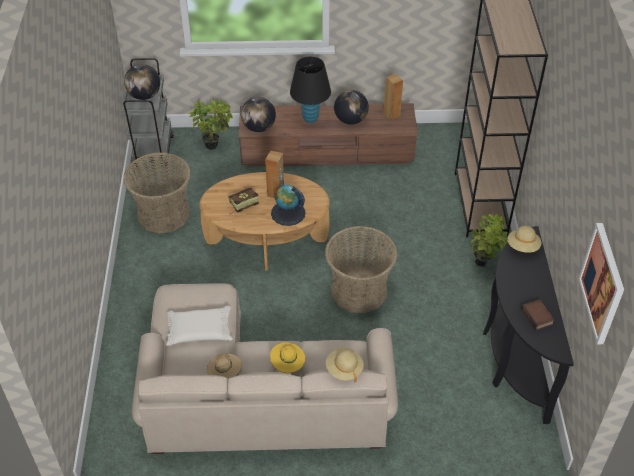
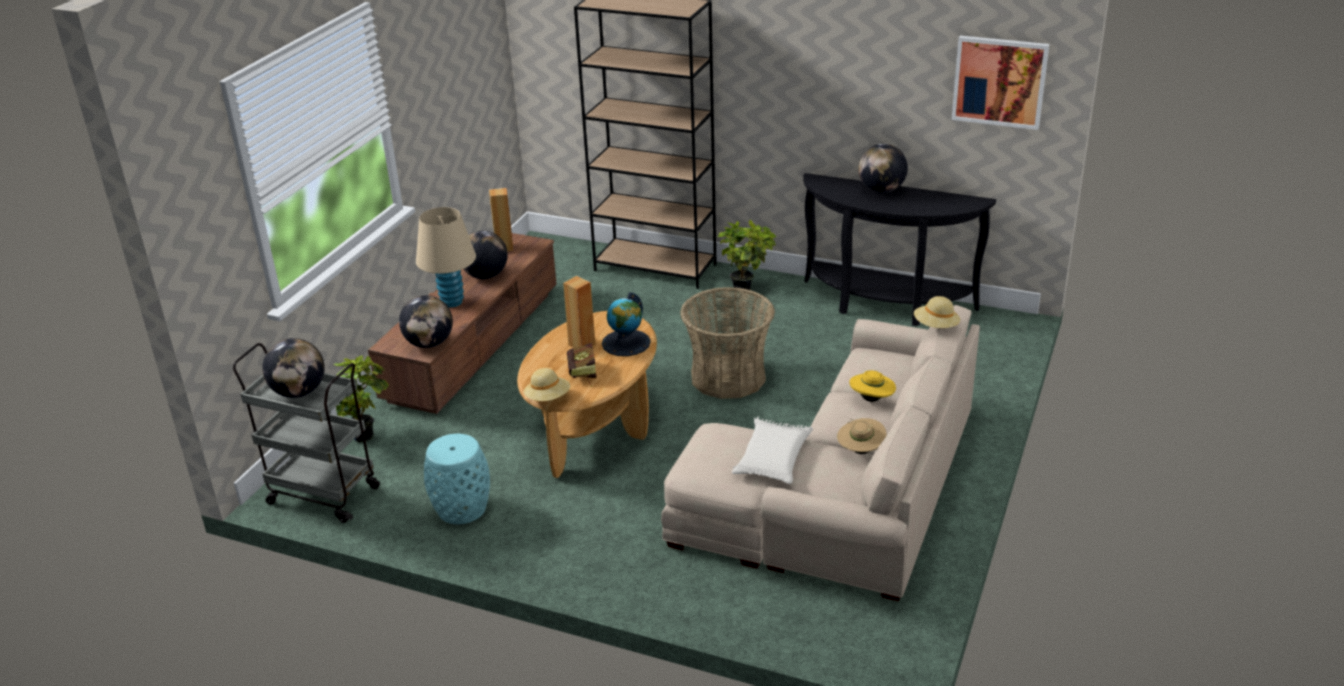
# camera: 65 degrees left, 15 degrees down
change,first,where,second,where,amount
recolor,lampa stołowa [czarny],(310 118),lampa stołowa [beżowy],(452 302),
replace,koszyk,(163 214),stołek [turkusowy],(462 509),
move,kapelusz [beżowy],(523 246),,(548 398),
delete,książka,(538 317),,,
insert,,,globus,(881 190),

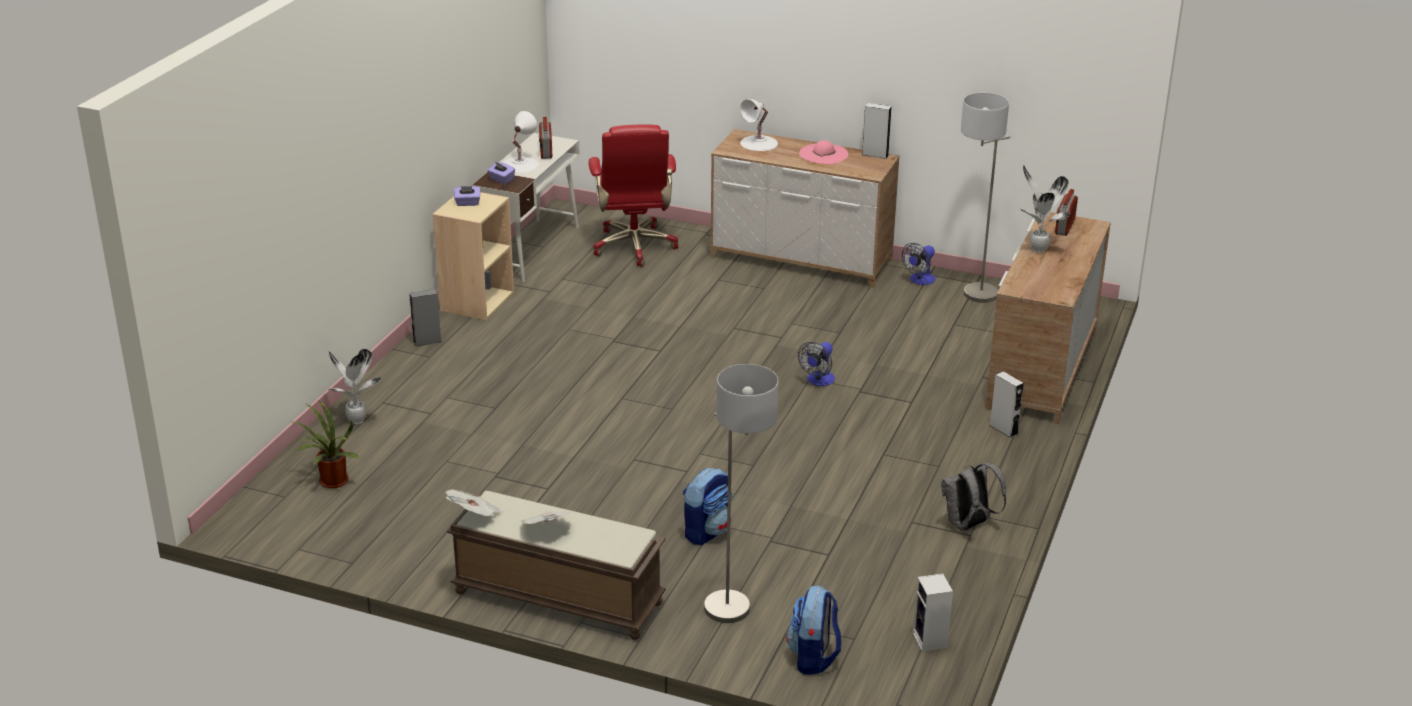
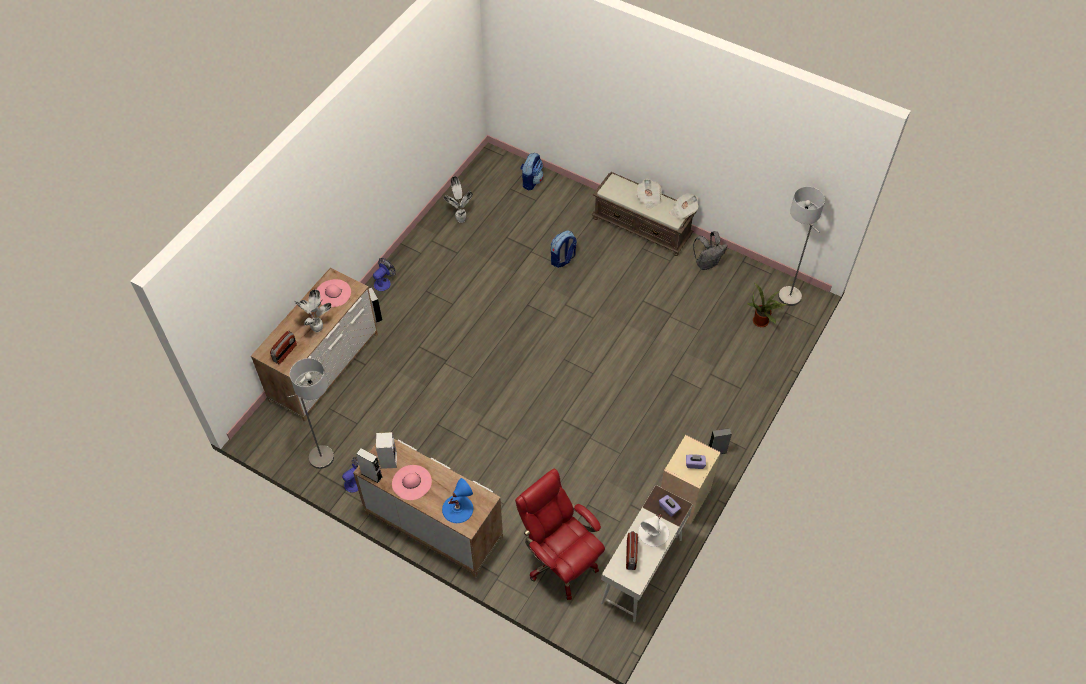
# camera: 170 degrees left, 25 degrees up
change,first,where,second,where,amount
recolor,lampa stołowa [biały],(759 143),lampa stołowa [niebieski],(457 508),
rotate,krzesło biurowe [czerwony],(633 248),,(560 561),45 degrees counterclockwise
move,wentylator,(818 381),,(384 282),
move,roślina doniczkowa,(357 421),,(461 219),
move,lampa stojąca [szary],(737 615),,(785 292),
move,plecak [szary],(968 525),,(707 263),
move,głośnik,(931 641),,(388 460),
insert,,,kapelusz [różowy],(333 293),

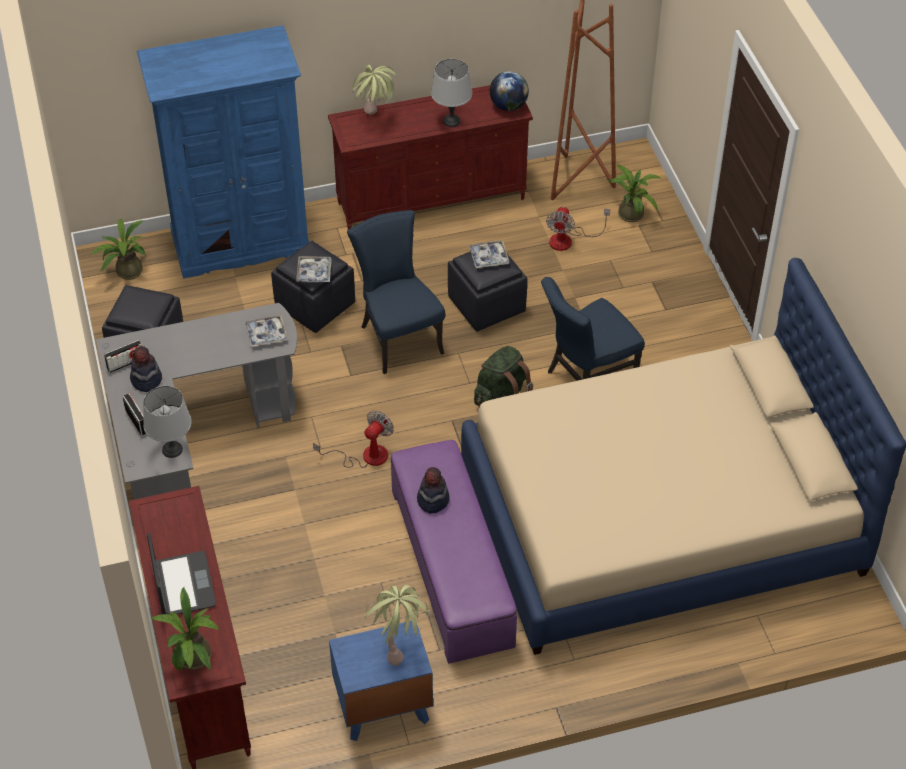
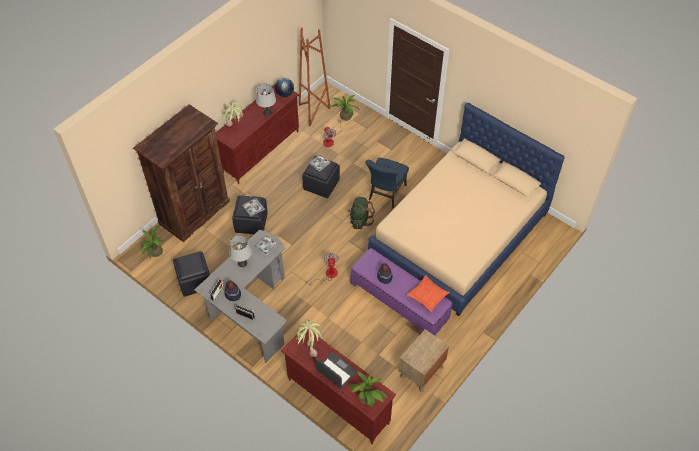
# camera: 35 degrees left, 5 degrees up
change,first,where,second,where,amount
recolor,szafa [niebieski],(240 242),szafa [brązowy],(194 212),
delete,krzesło [niebieski],(398 336),,,
move,lampa stołowa [szary],(172 449),,(242 263),
move,roślina doniczkowa,(398 644),,(309 346),
recolor,szafka nocna [niebieski],(382 706),szafka nocna [brązowy],(421 372),
insert,,,poduszka [pomarańczowy],(427 296),

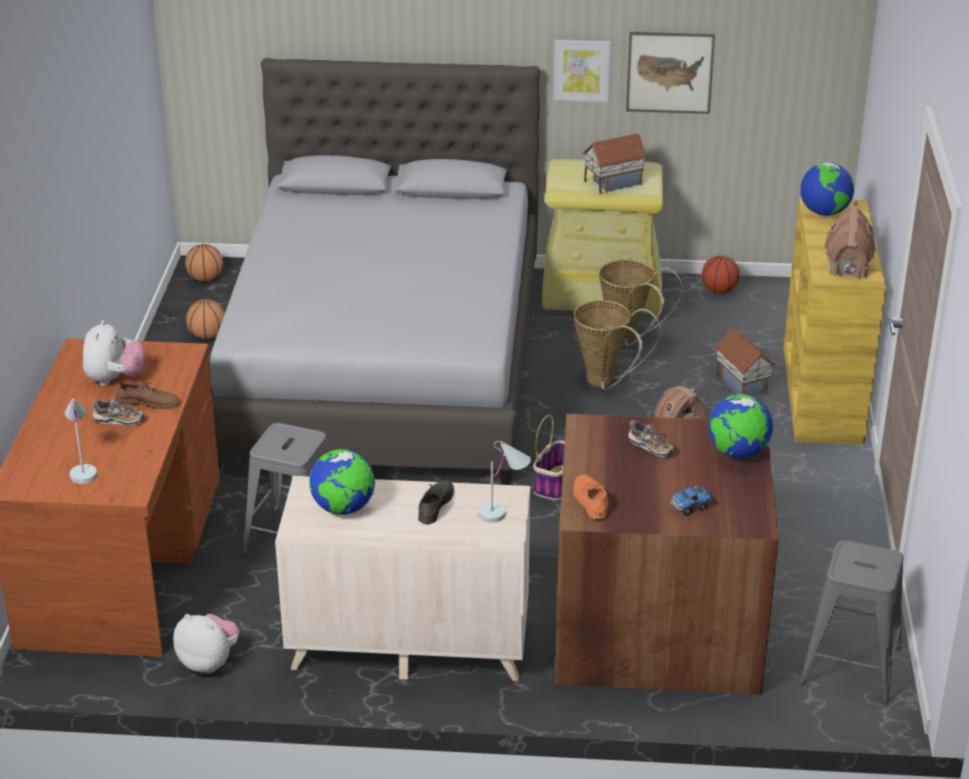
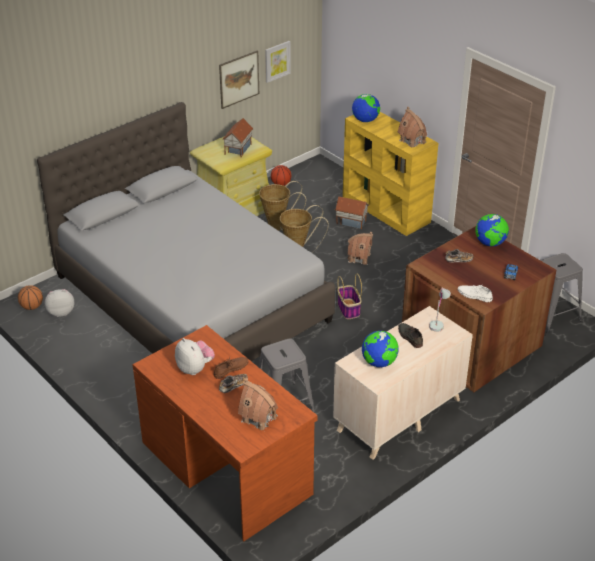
# camera: 45 degrees left, 5 degrees up
change,first,where,second,where,amount
move,obraz,(581 70),,(277 61),
delete,piłka do koszykówki,(207 336),,,
replace,lampa stołowa [biały],(83 468),domek,(259 418),
recolor,but [pomarańczowy],(589 500),but [biały],(474 295),
move,pluszak,(209 662),,(61 312),

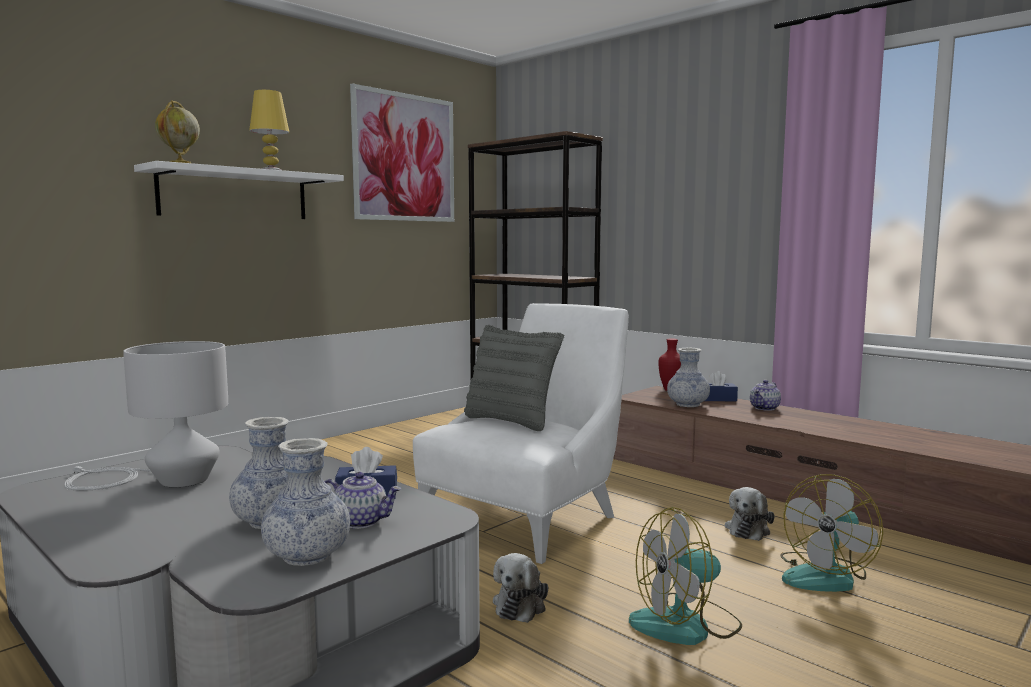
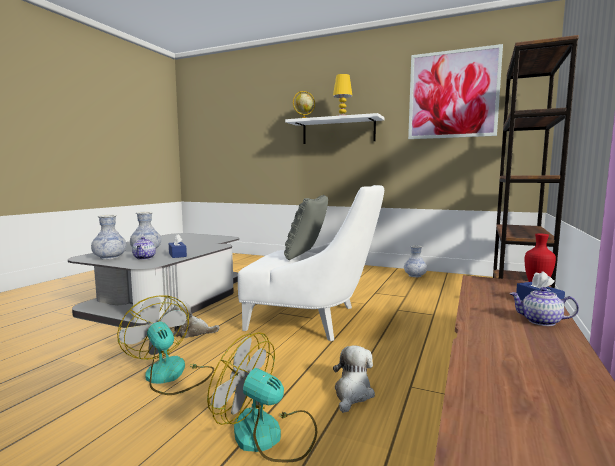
# camera: 70 degrees right, 0 degrees up
change,first,where,second,where,amount
delete,lampa stołowa [szary],(152 479),,,
move,wazon,(687 404),,(415 276),
rotate,pluszak,(748 529),,(352 394),105 degrees clockwise

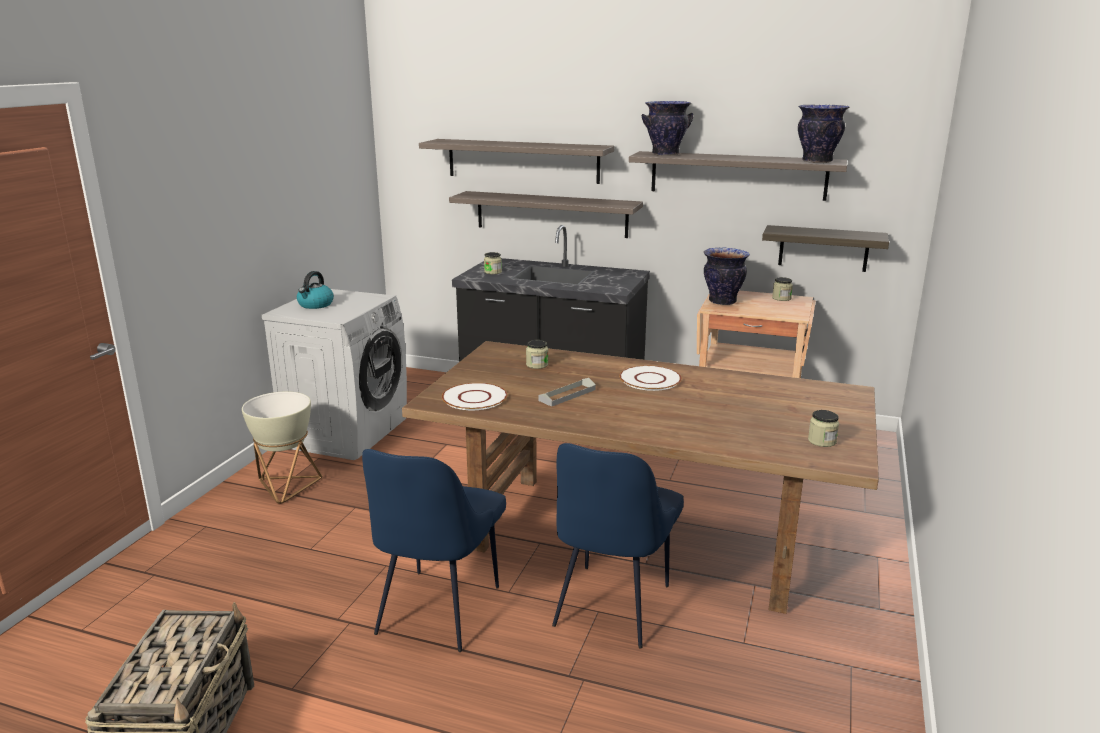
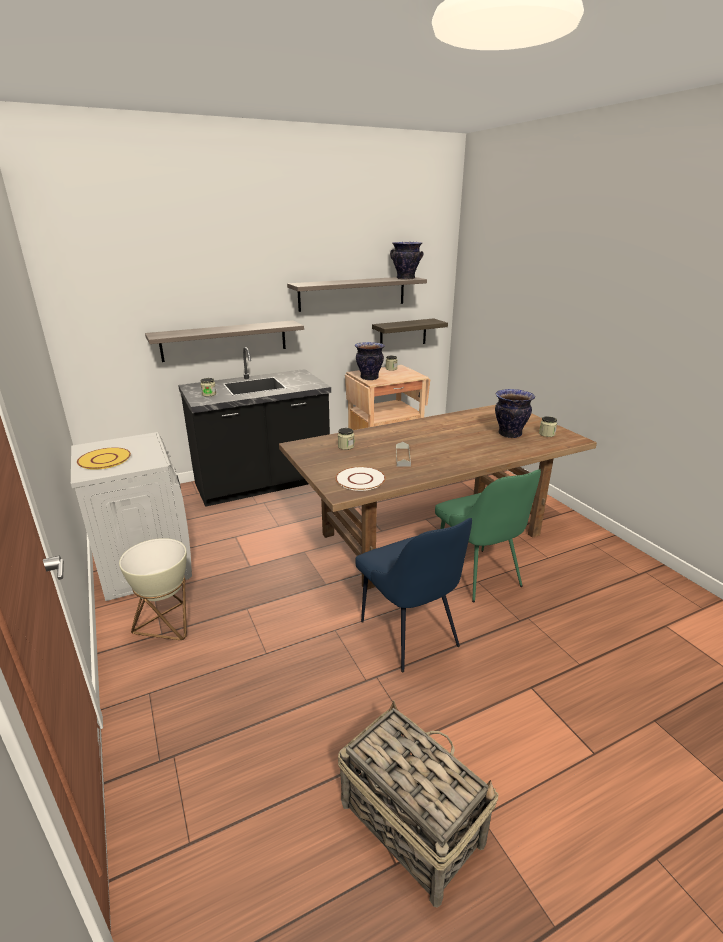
# camera: 45 degrees left, 5 degrees up
change,first,where,second,where,amount
move,wazon,(665 154),,(509 434),
delete,półka,(522 161),,,
replace,czajnik,(315 305),talerz [żółty],(105 459),
delete,talerz [biały],(649 379),,,
recolor,krzesło [niebieski],(612 606),krzesło [zielony],(479 575),

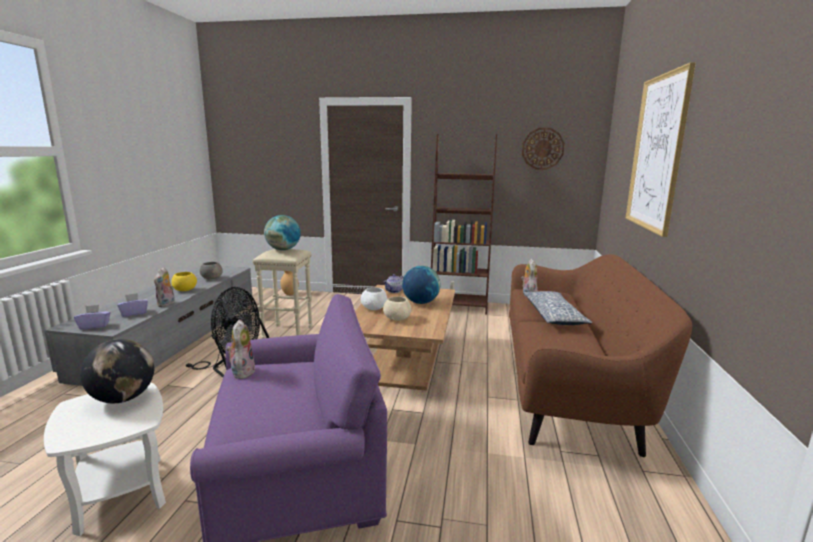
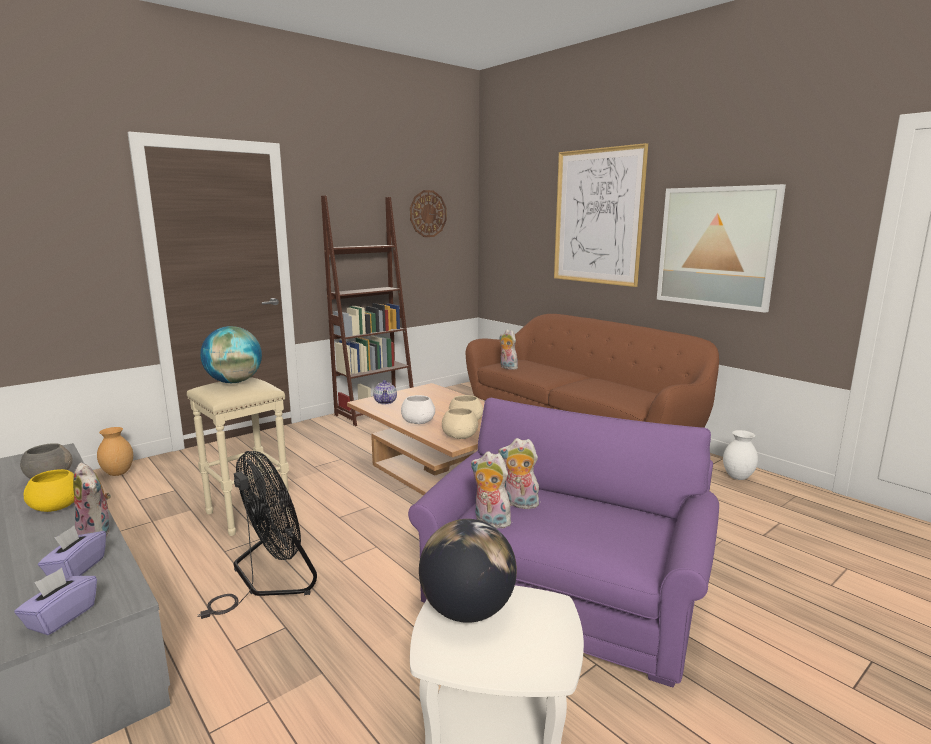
# camera: 50 degrees left, 0 degrees up
change,first,where,second,where,amount
delete,globus,(420 302),,,
delete,poduszka,(553 316),,,
insert,,,obraz,(716 247),
insert,,,miska [beżowy],(460 436),
insert,,,wazon [biały],(737 477),
insert,,,pluszak,(519 504),

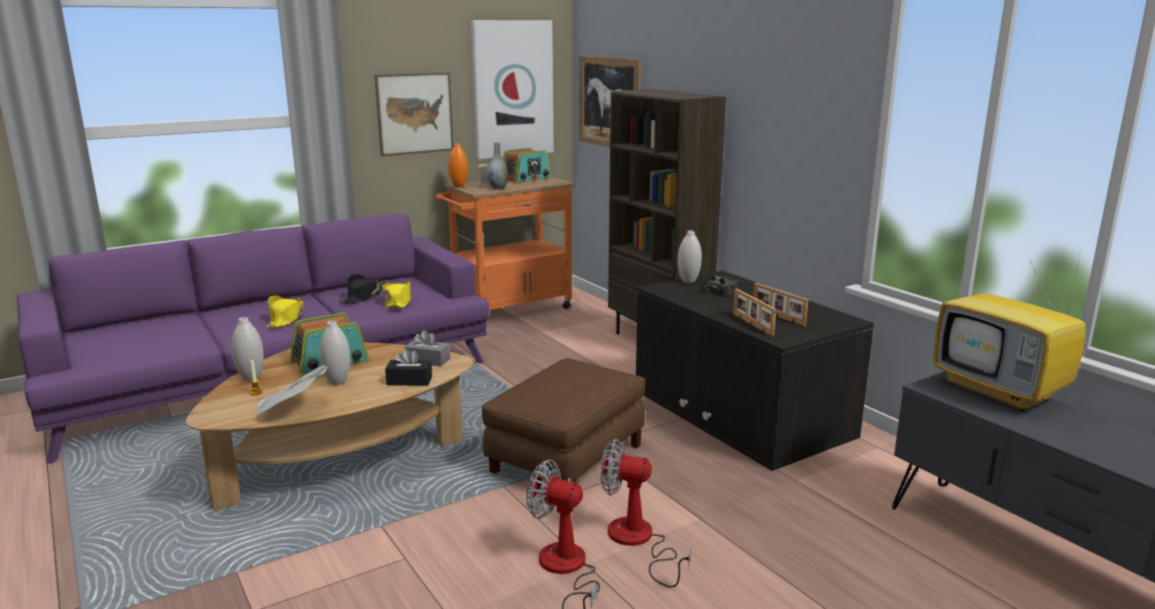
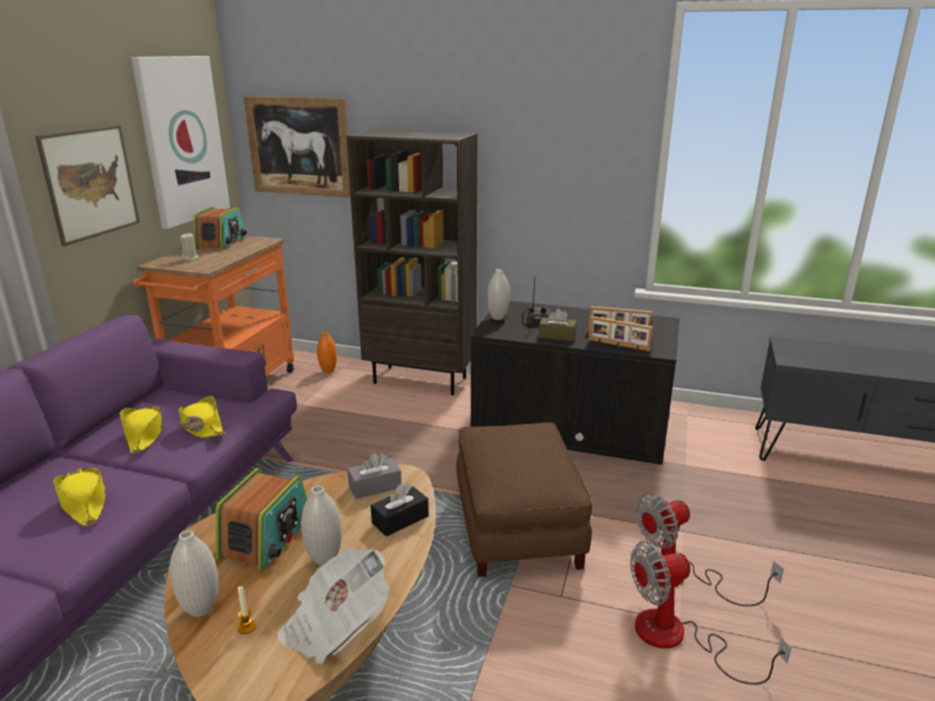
# camera: 40 degrees left, 5 degrees up
change,first,where,second,where,amount
delete,wazon [szary],(498 188),,,
move,wazon [pomarańczowy],(459 186),,(328 371),
delete,telewizor,(1001 392),,,
recolor,kapelusz [czarny],(363 297),kapelusz [żółty],(144 434),
insert,,,pudełko chusteczek [brązowy],(557 336),

